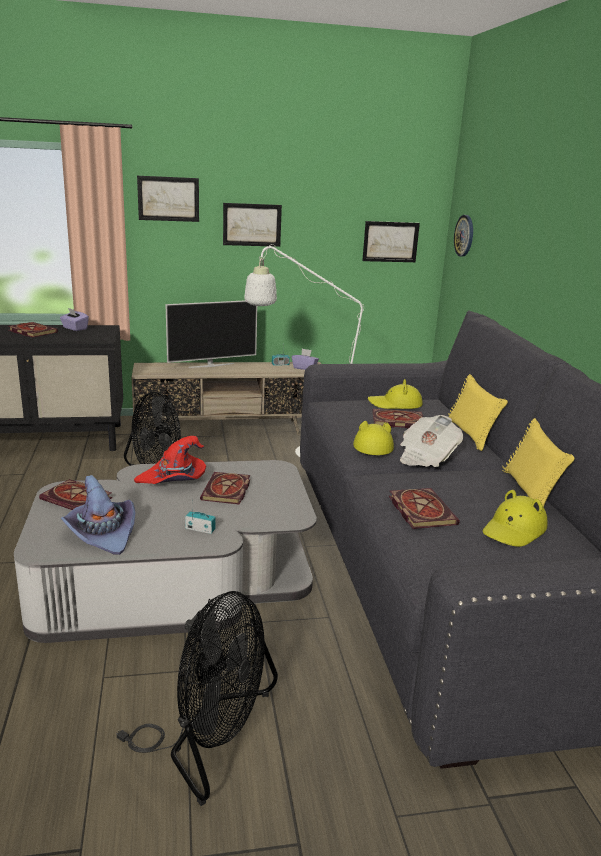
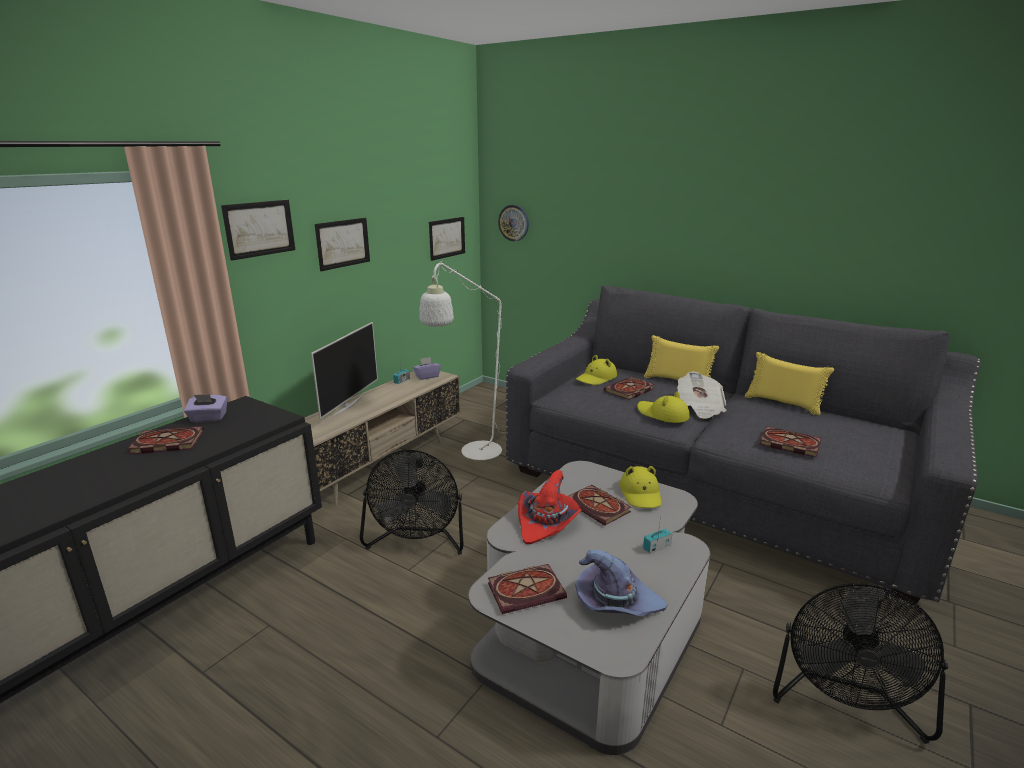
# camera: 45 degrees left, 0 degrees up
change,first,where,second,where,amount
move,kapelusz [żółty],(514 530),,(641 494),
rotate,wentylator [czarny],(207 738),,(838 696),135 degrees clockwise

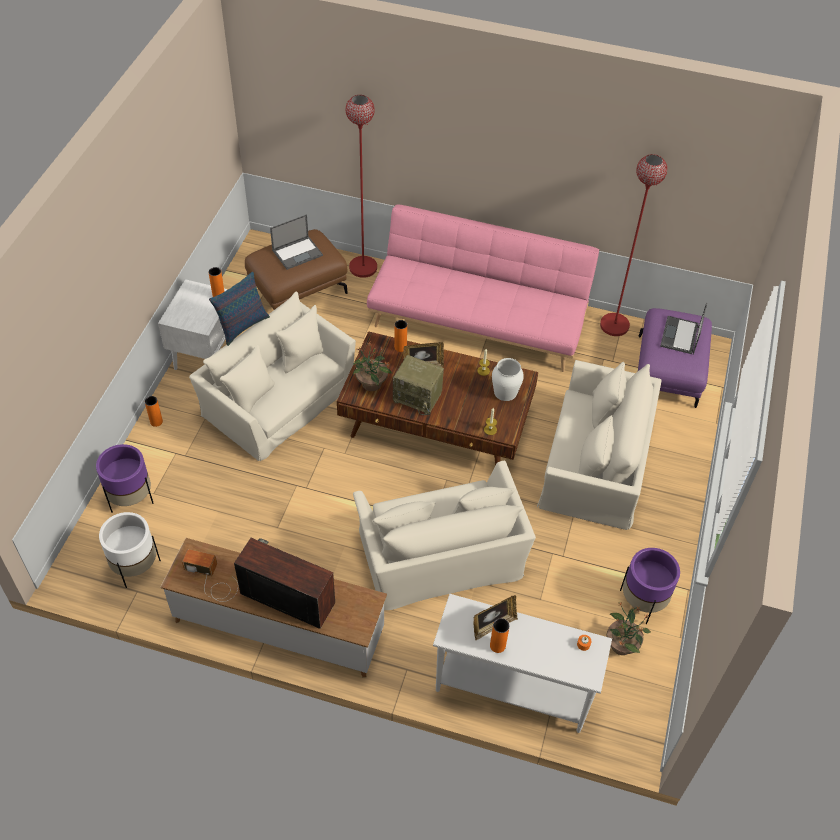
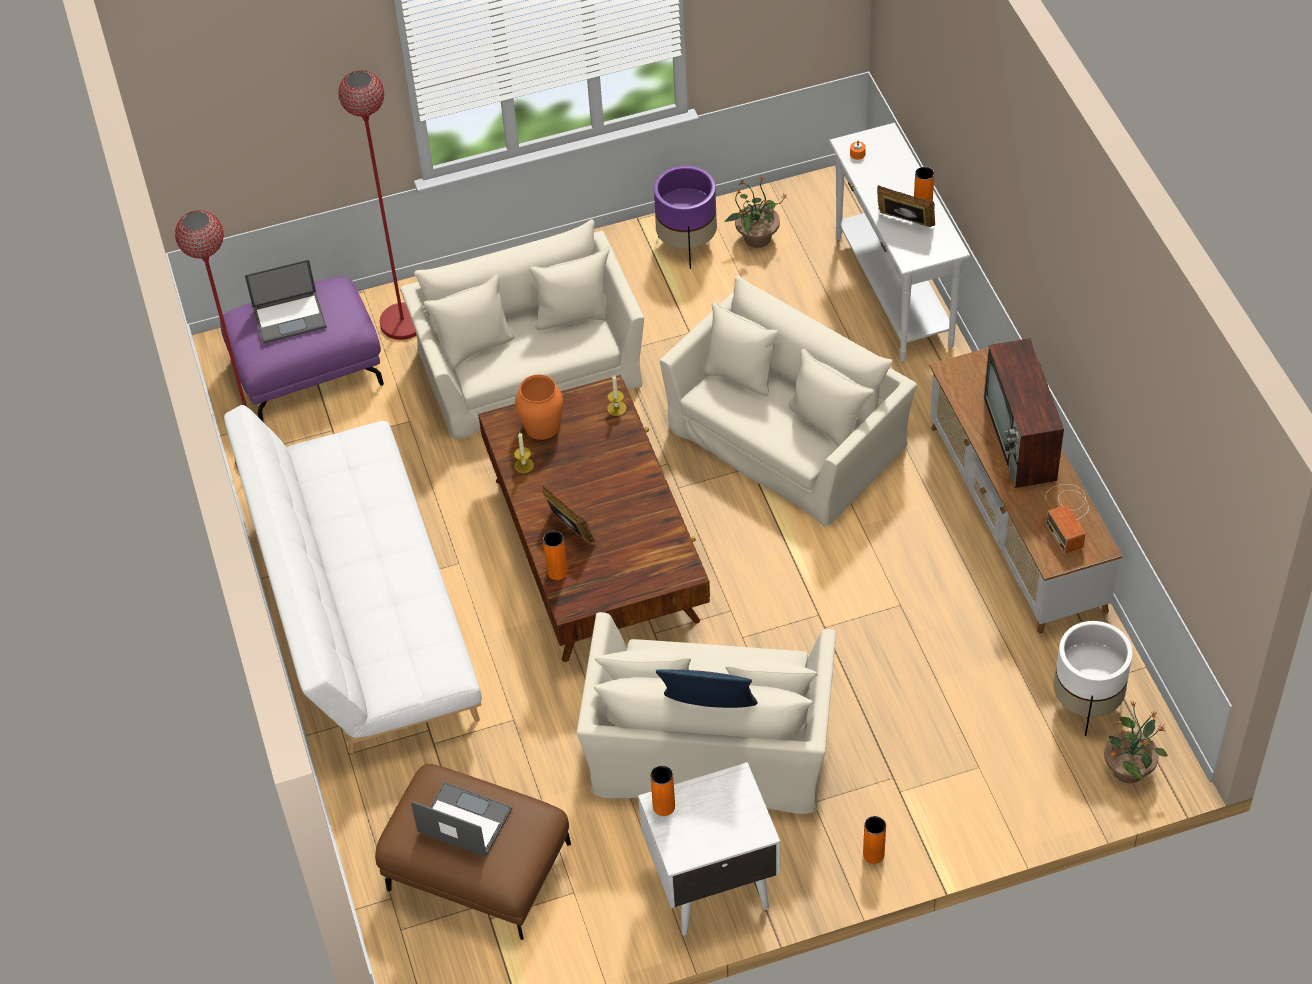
# camera: 120 degrees left, 0 degrees up
change,first,where,second,where,amount
move,lampa stojąca [czerwony],(363 267),,(402 322),
recolor,kanapa [różowy],(478 318),kanapa [biały],(363 611),
move,roślina doniczkowa,(371 384),,(1129 769),
delete,radio,(418 397),,,
recolor,wazon [biały],(505 392),wazon [pomarańczowy],(542 425),
delete,donica [fioletowy],(131 498),,,

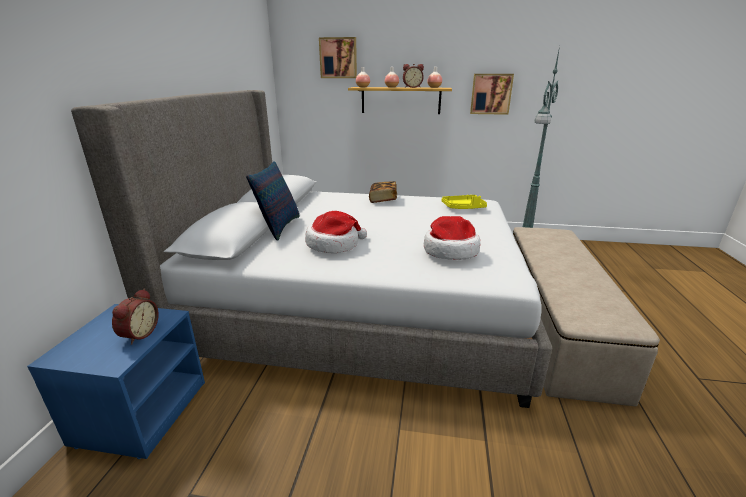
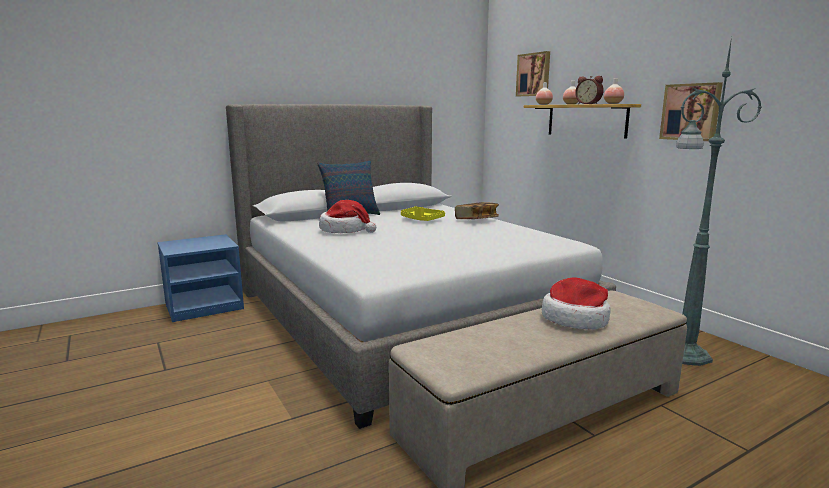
# camera: 50 degrees right, 10 degrees down
change,first,where,second,where,amount
move,taca [żółty],(463 207),,(421 220),
move,kapelusz,(450 250),,(576 319),
delete,budzik,(138 334),,,

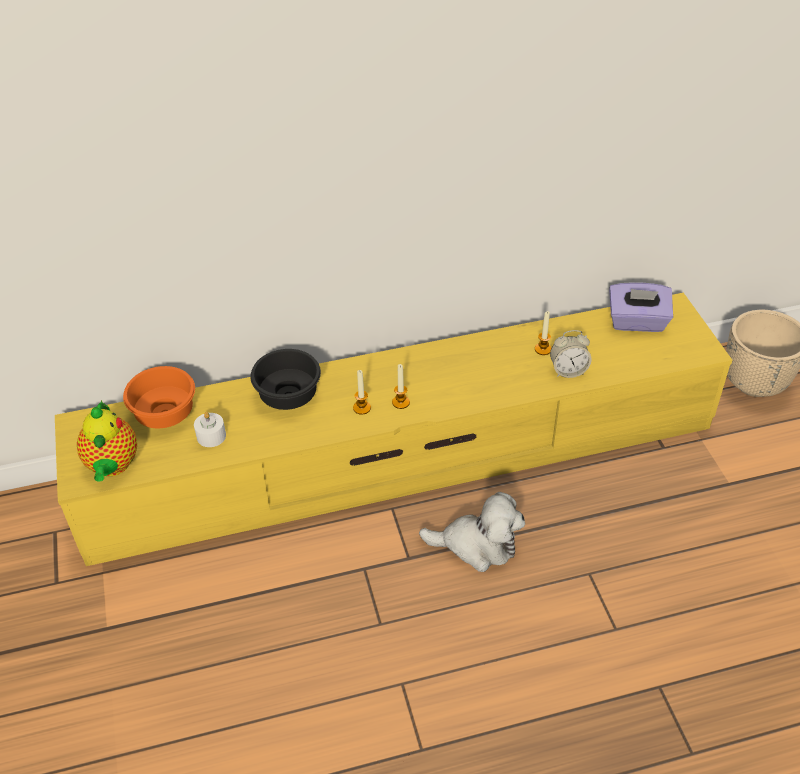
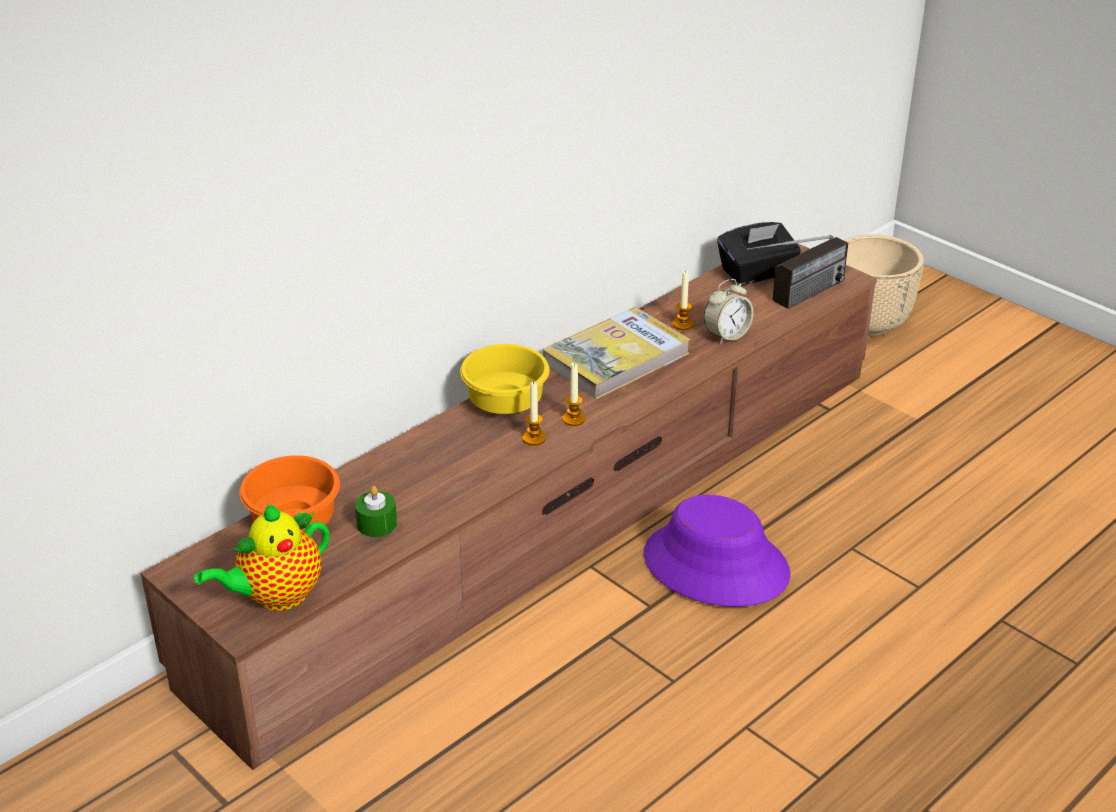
# camera: 30 degrees left, 10 degrees down
change,first,where,second,where,amount
recolor,pudełko chusteczek [fioletowy],(637 322),pudełko chusteczek [czarny],(757 273),
recolor,szafka pod telewizor [żółty],(401 455),szafka pod telewizor [brązowy],(557 511),
delete,miska [czarny],(290 395),,,
rotate,imbryk,(112 466),,(276 597),90 degrees clockwise
recolor,świeca [biały],(211 436),świeca [zielony],(377 524),
replace,pluszak,(477 545),kapelusz [fioletowy],(715 565),
insert,,,radio,(794 299),
insert,,,książka,(616 358),
insert,,,miska [żółty],(502 403),

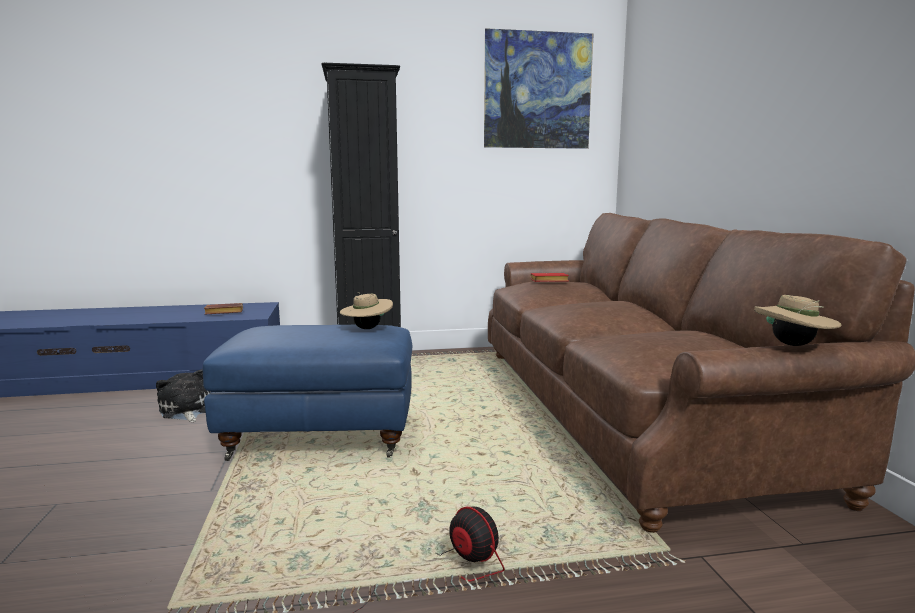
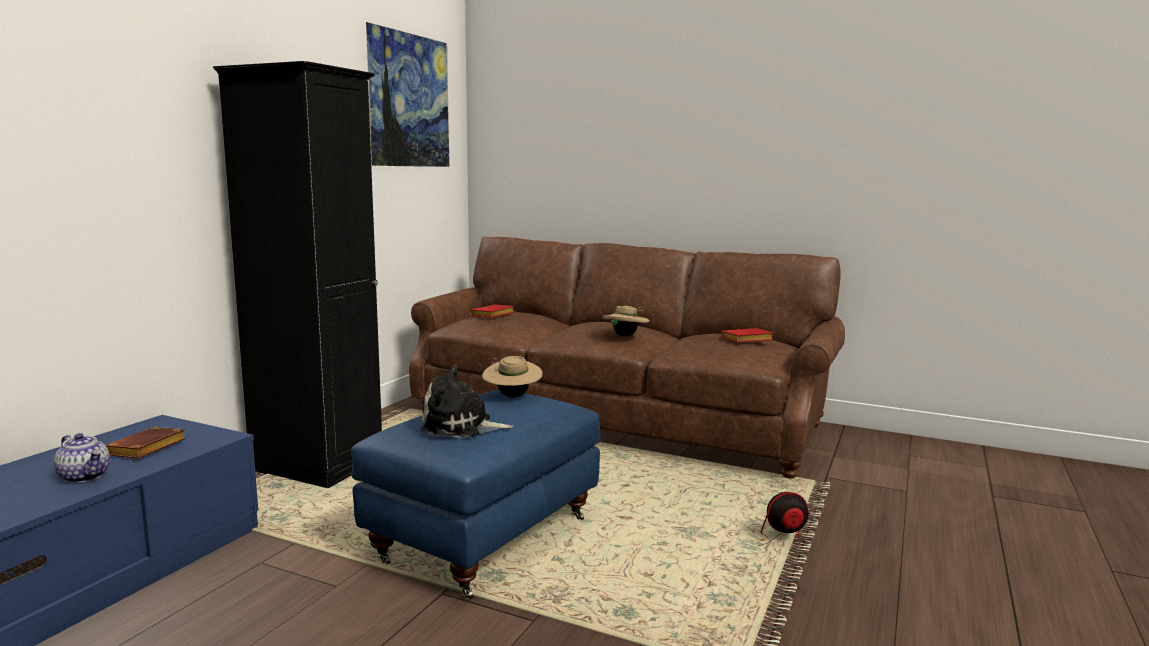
# camera: 55 degrees left, 0 degrees up
change,first,where,second,where,amount
move,kapelusz [beżowy],(793 345),,(625 336),
move,pluszak,(186 411),,(461 426),
insert,,,książka [czerwony],(746 340),
insert,,,imbryk,(85 476),

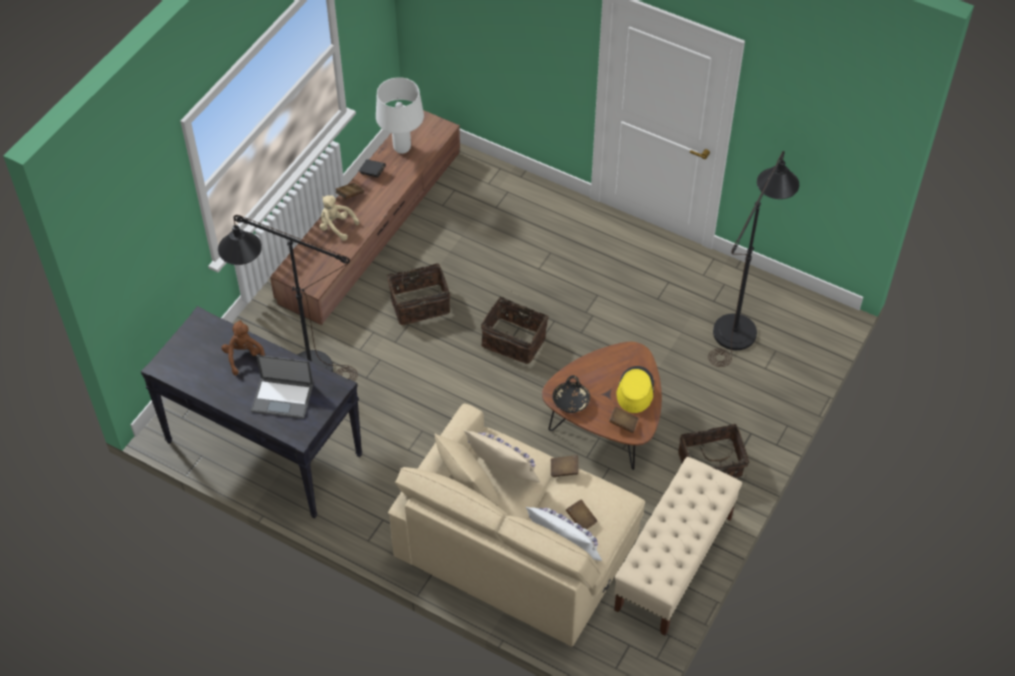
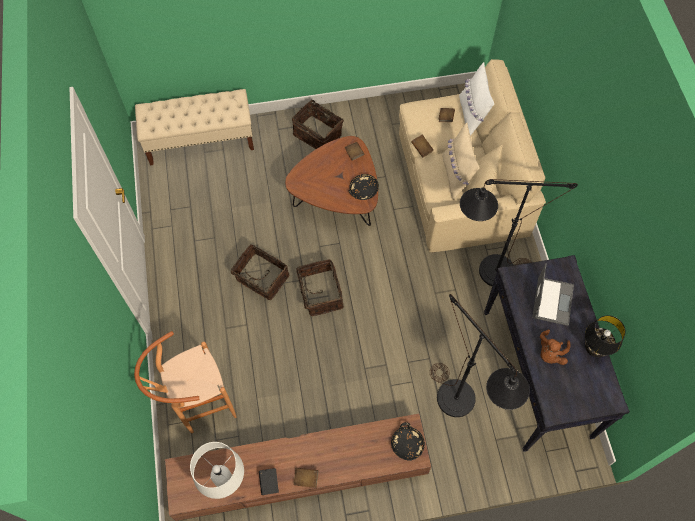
# camera: 130 degrees left, 10 degrees up
change,first,where,second,where,amount
move,lampa stojąca [czarny],(740 324),,(486 273),
delete,pluszak [beżowy],(336 226),,,
move,koszyk,(419 303),,(261 279),
rotate,laptop,(283 398),,(552 300),45 degrees clockwise
delete,kapelusz [żółty],(635 390),,,
move,ławka [beżowy],(674 563),,(201 141),
insert,,,lampa stołowa [czarny],(594 349),
insert,,,stołek [brązowy],(200 407),
insert,,,miska [czarny],(407 444),

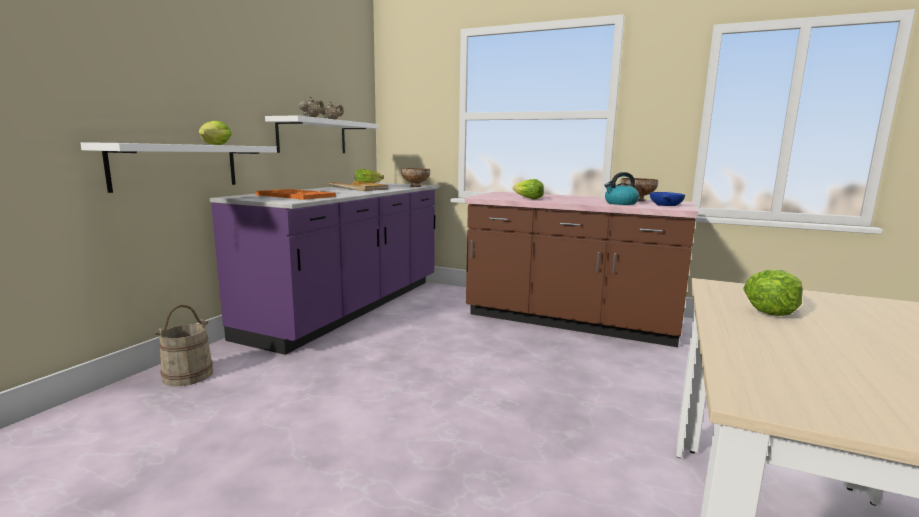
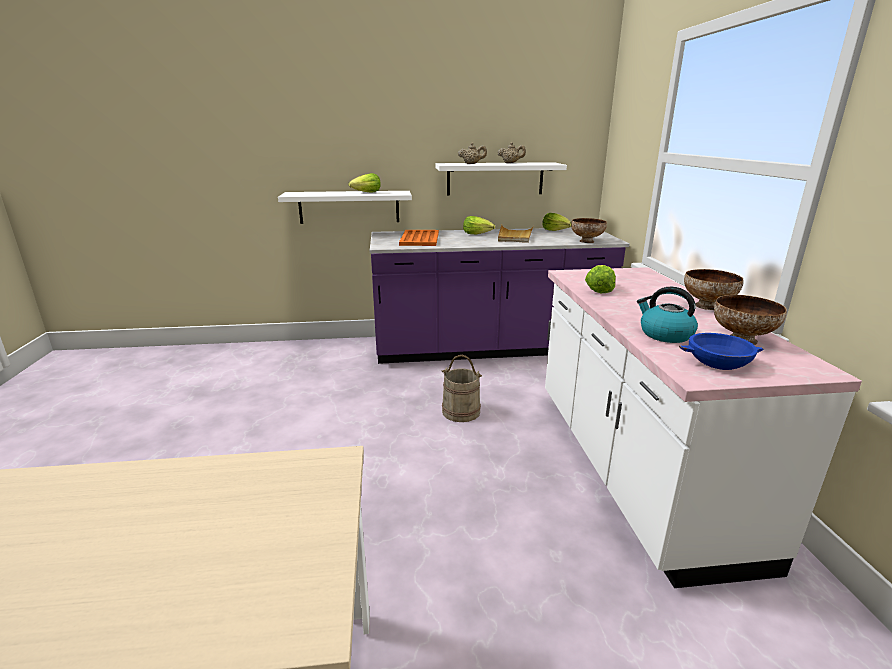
# camera: 60 degrees right, 10 degrees up
change,first,where,second,where,amount
recolor,zabudowa kuchenna [brązowy],(570 321),zabudowa kuchenna [biały],(633 469),
move,sałata,(772 310),,(477 234),
move,wiadro [beżowy],(188 375),,(461 411),
insert,,,miska,(708 306),

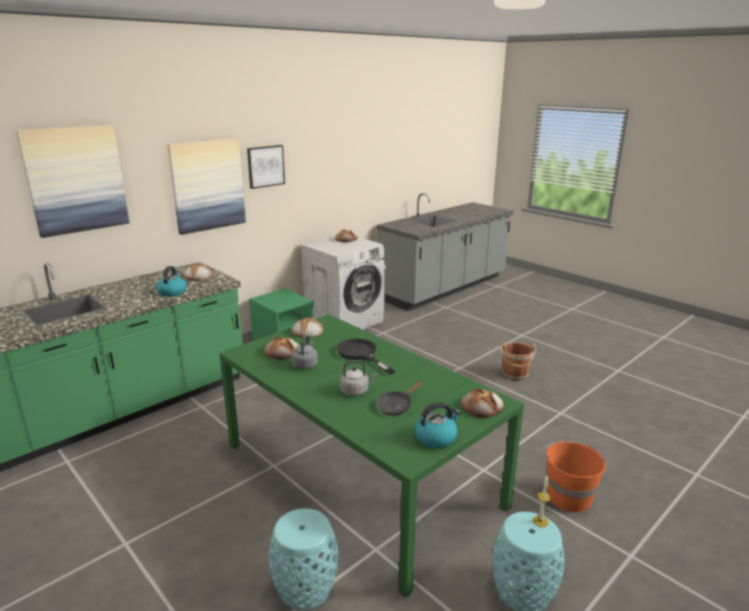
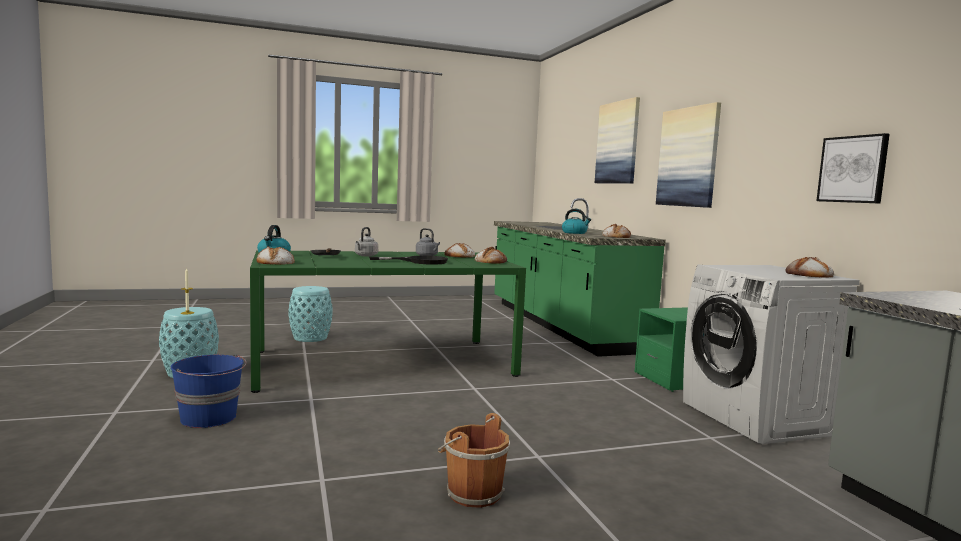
# camera: 115 degrees right, 15 degrees down
change,first,where,second,where,amount
move,obraz,(265 166),,(853 169),
recolor,wiadro [pomarańczowy],(568 496),wiadro [niebieski],(209 418),

